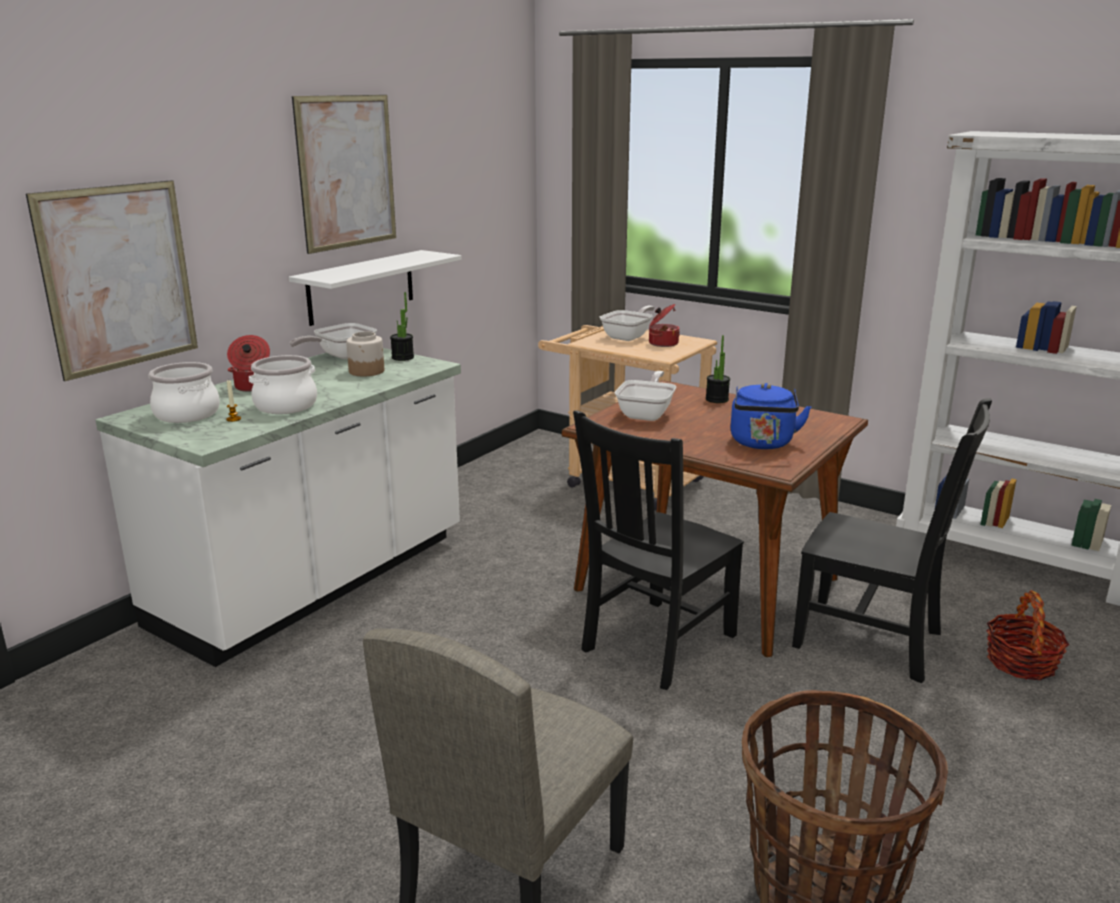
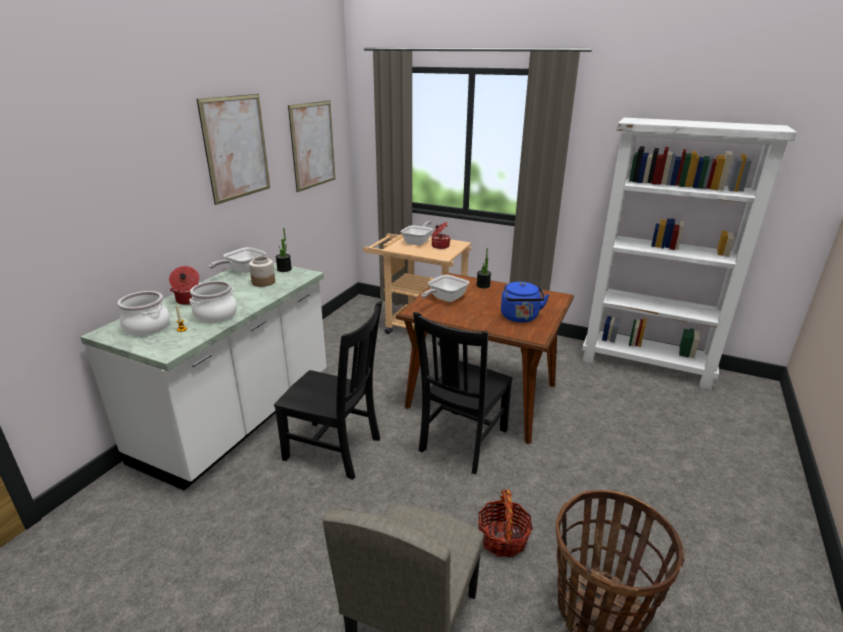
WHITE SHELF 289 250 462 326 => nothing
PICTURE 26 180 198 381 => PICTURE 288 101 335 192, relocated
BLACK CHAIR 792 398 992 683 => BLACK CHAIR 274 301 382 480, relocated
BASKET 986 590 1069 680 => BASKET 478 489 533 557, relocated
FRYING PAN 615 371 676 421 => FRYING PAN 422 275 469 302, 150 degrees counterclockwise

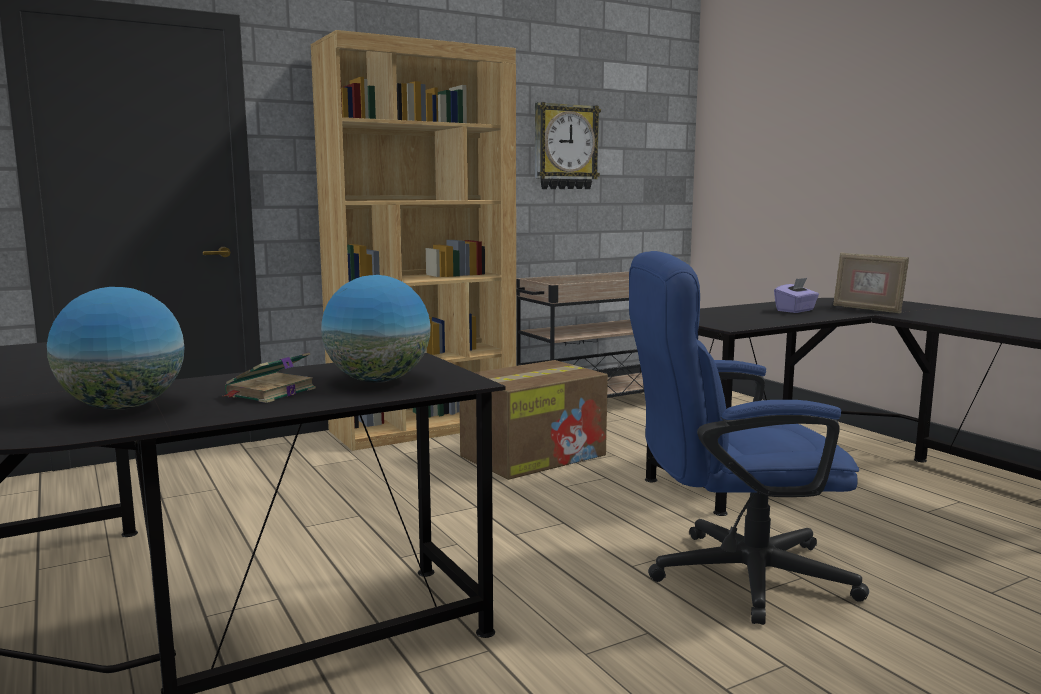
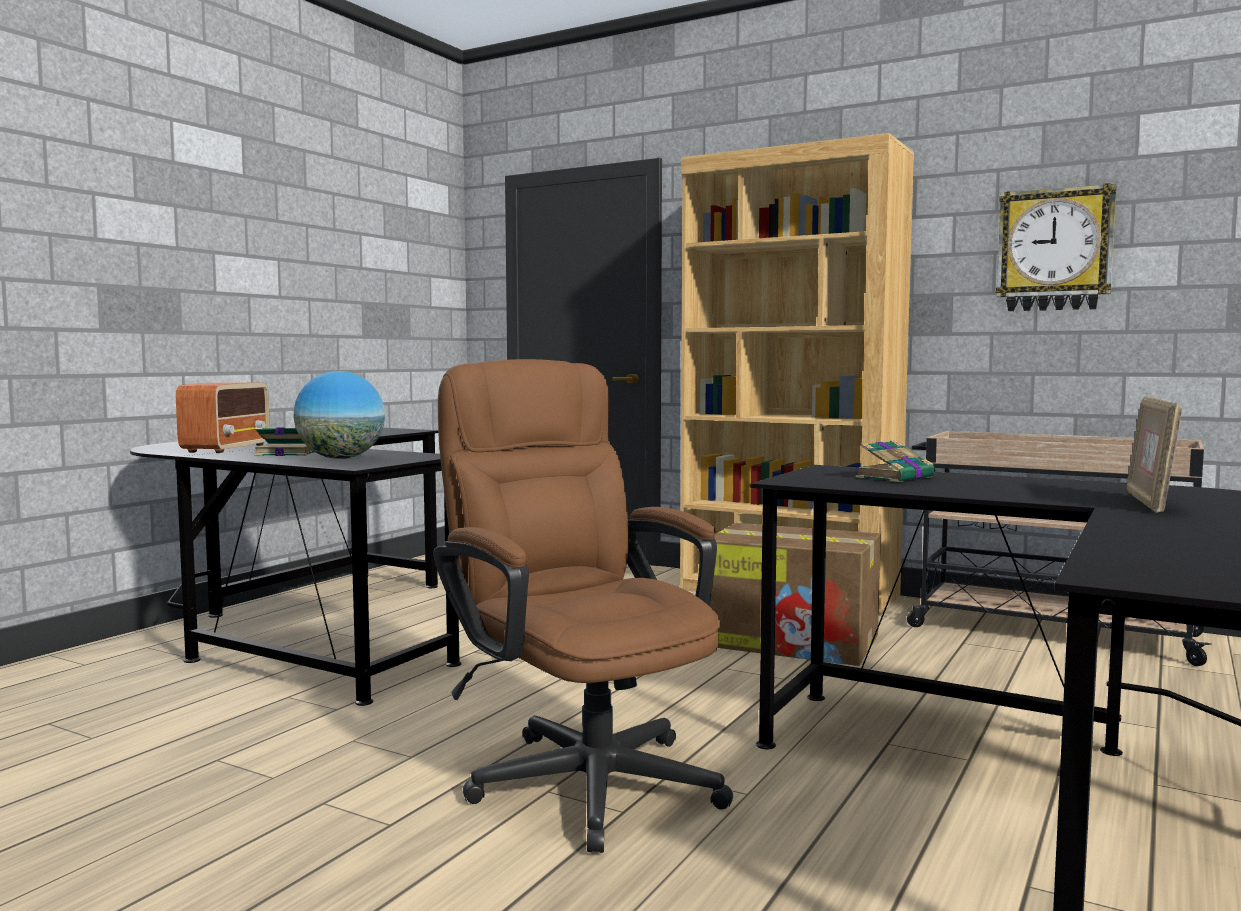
PURPLE TISSUE BOX 774 278 819 313 => nothing
nothing => BOOK 855 440 935 482
GLOBE 47 287 185 410 => RADIO 176 382 270 453
BLUE OFFICE CHAIR 629 251 869 625 => BROWN OFFICE CHAIR 434 359 733 853

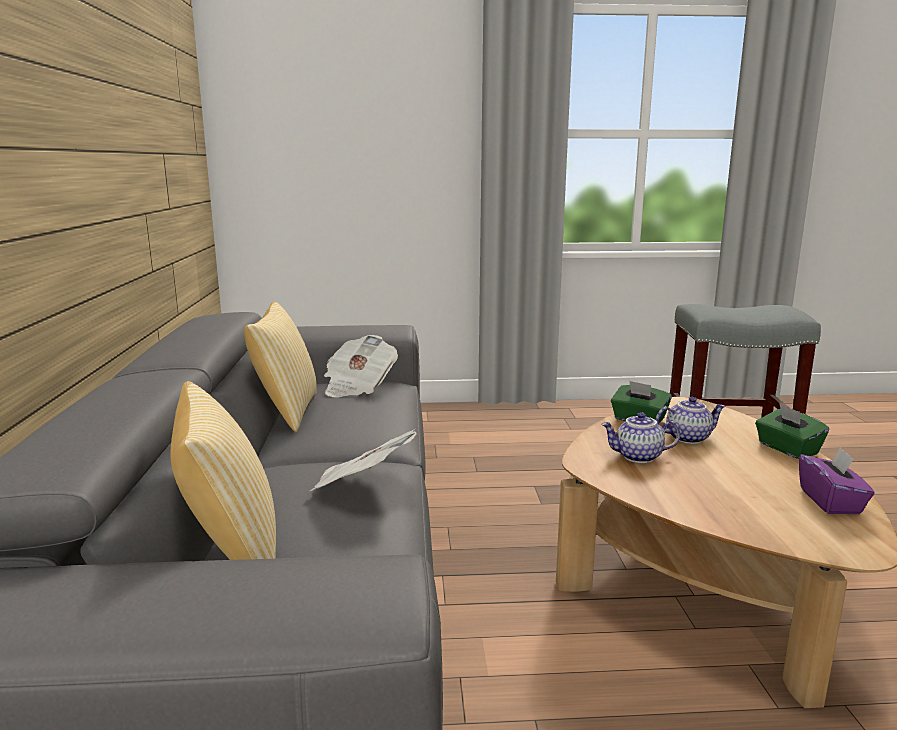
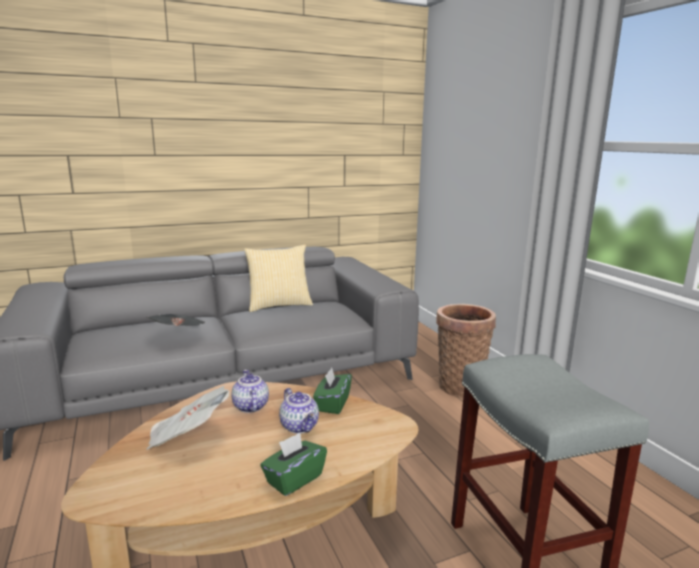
PILLOW 171 381 276 560 => nothing
PURPLE TISSUE BOX 799 447 875 514 => nothing
nothing => BASKET 436 304 496 398
NEWSPAPER 324 335 398 397 => NEWSPAPER 147 386 230 450, relocated

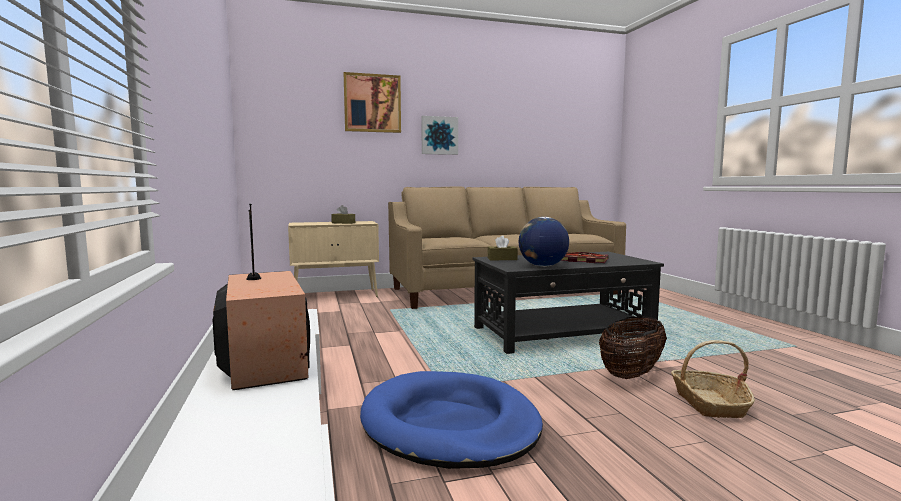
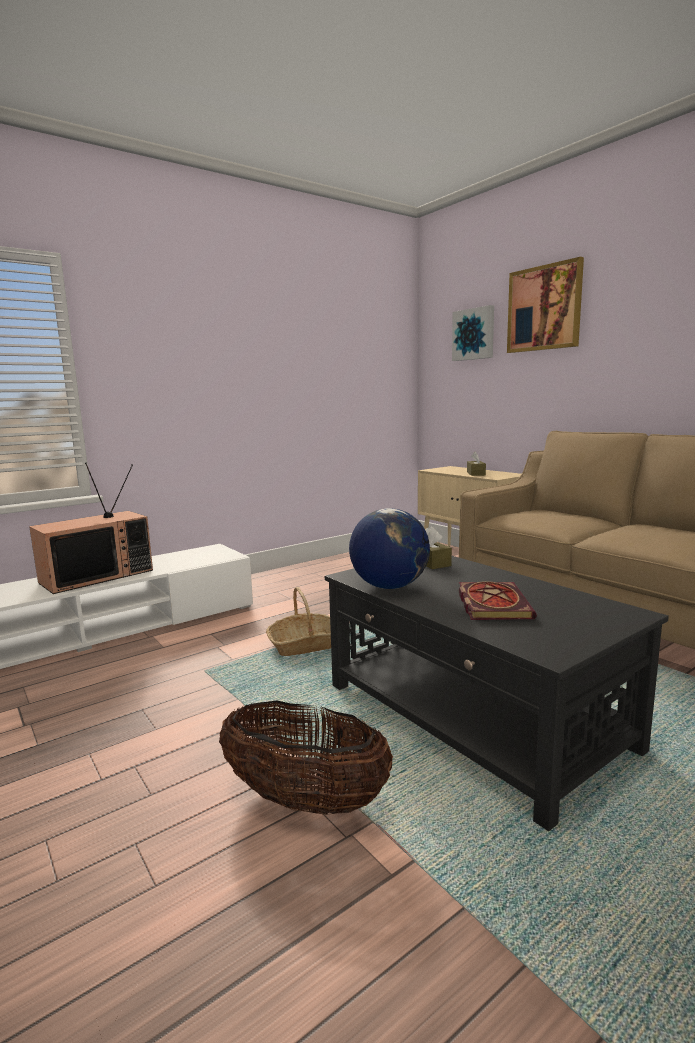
BLUE DOG BED 360 371 543 469 => nothing
PICTURE 421 116 458 155 => PICTURE 452 305 494 361, relocated
BASKET 671 340 755 418 => BASKET 266 587 331 656, relocated

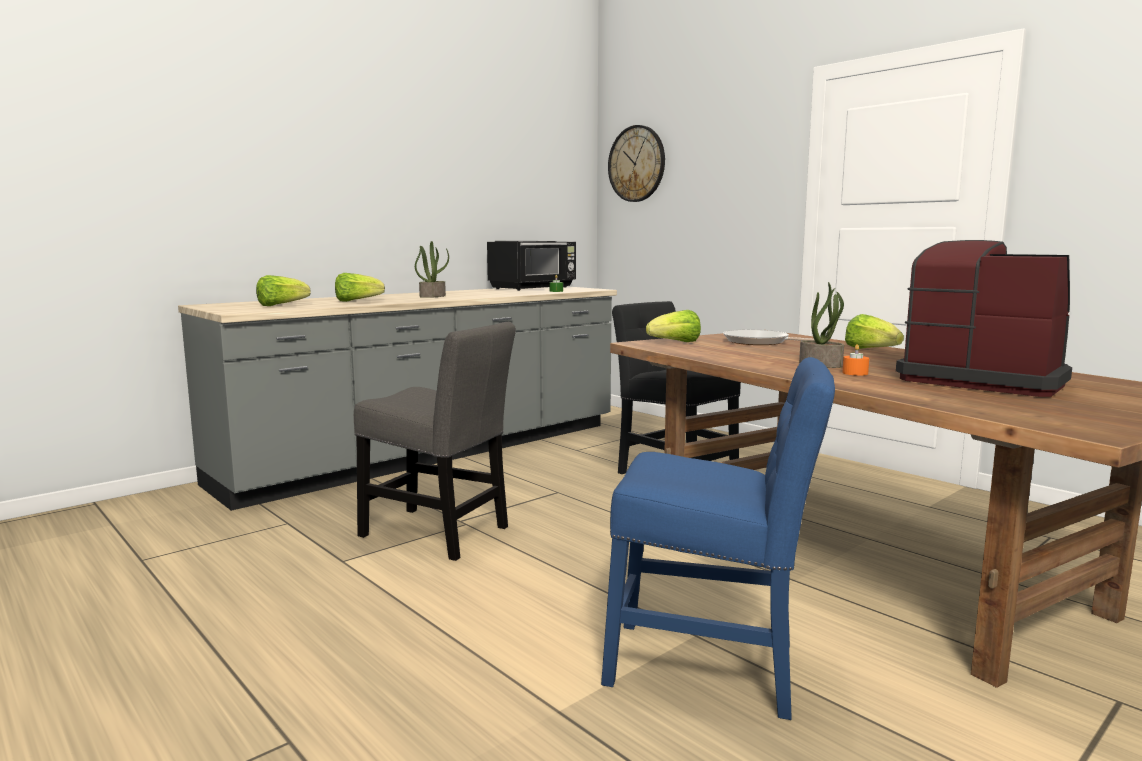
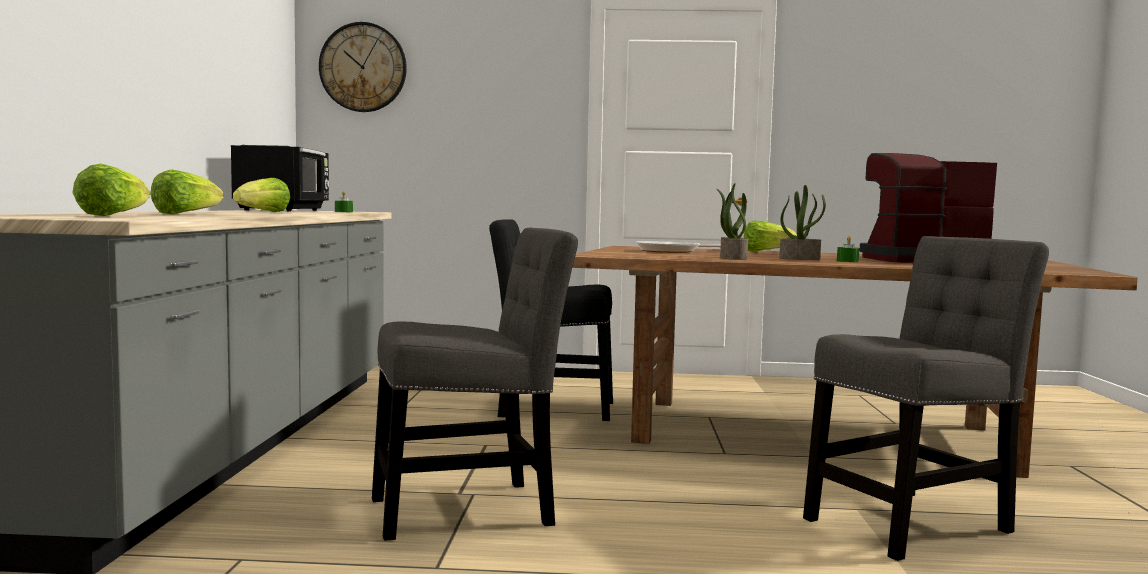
POTTED PLANT 415 241 449 298 => POTTED PLANT 717 183 748 260, relocated
LETTUCE 646 310 701 342 => LETTUCE 233 178 290 212, relocated
BLUE CHAIR 601 357 835 720 => GREY CHAIR 803 236 1049 561
ORANGE CANDLE 842 344 869 376 => GREEN CANDLE 837 236 859 262

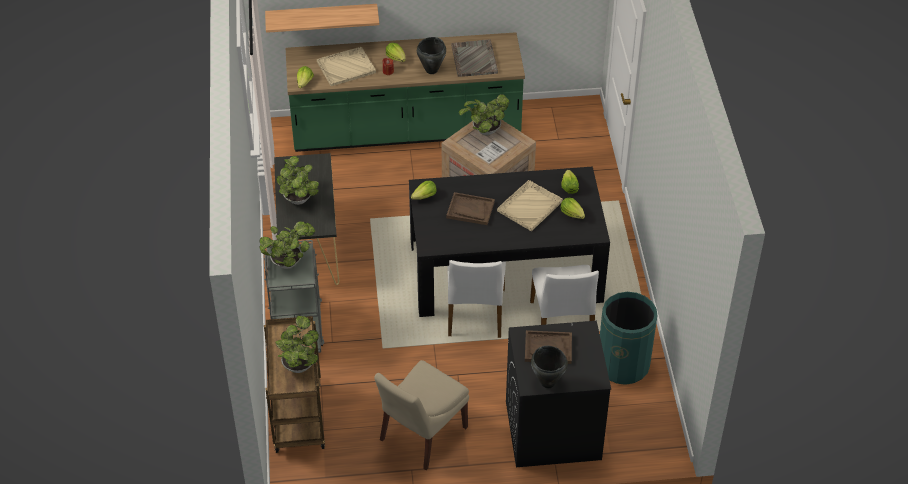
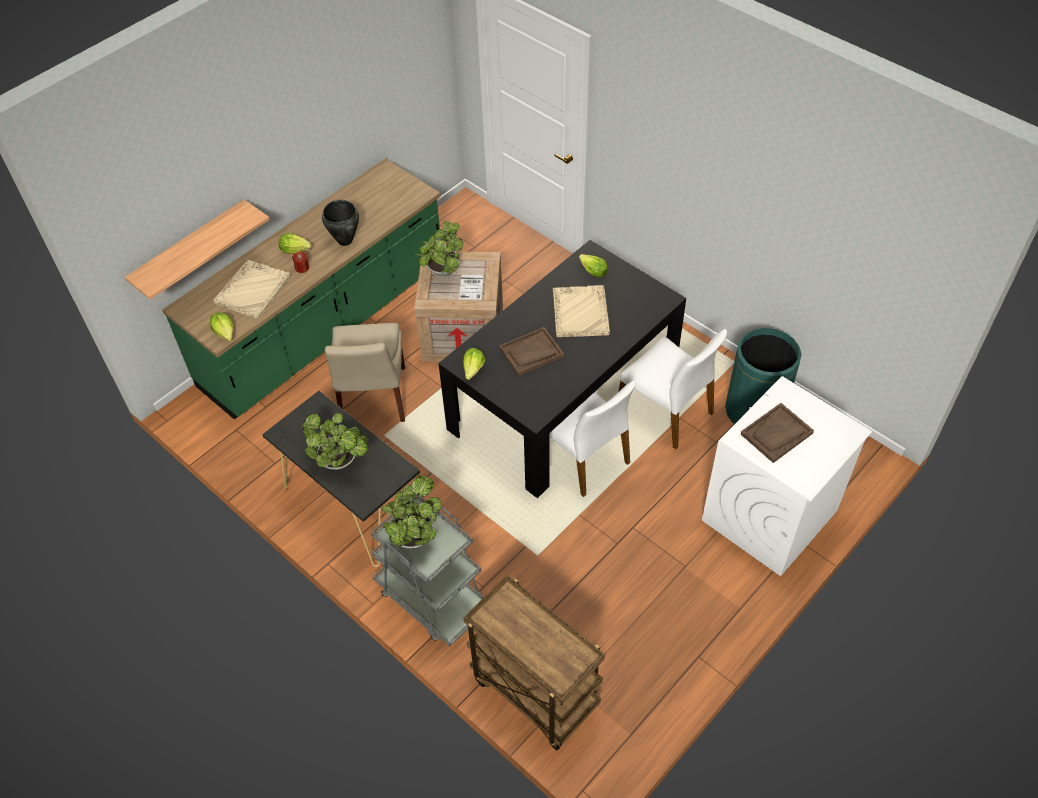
POTTED PLANT 275 316 319 373 => nothing
GREY TRAY 451 39 498 77 => nothing
BLACK COOKING POT 531 346 568 388 => nothing
LETTUCE 561 198 585 219 => nothing
BEIGE CHAIR 374 360 469 470 => BEIGE CHAIR 325 323 405 422, relocated
BLACK WASHING MACHINE 506 321 611 467 => WHITE WASHING MACHINE 702 376 872 576

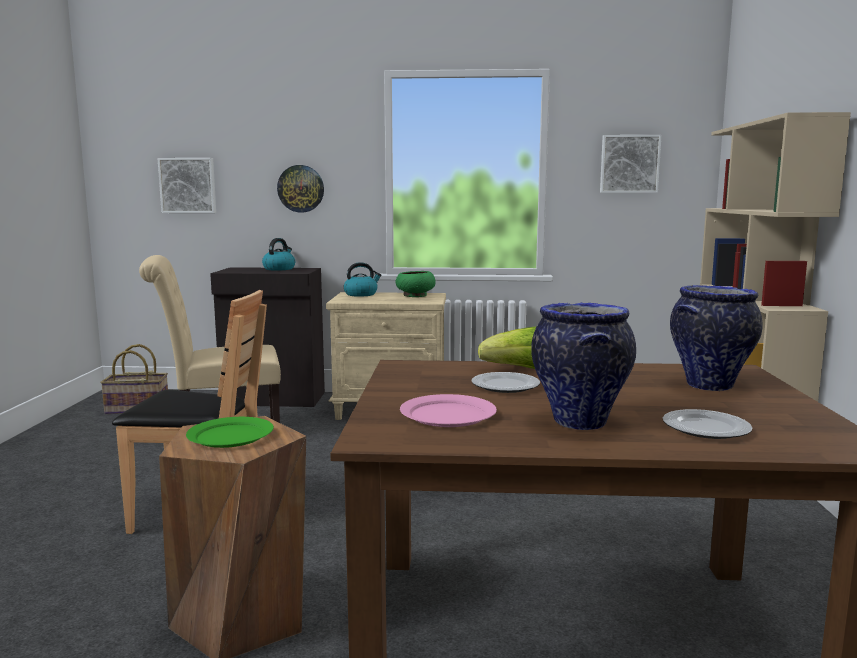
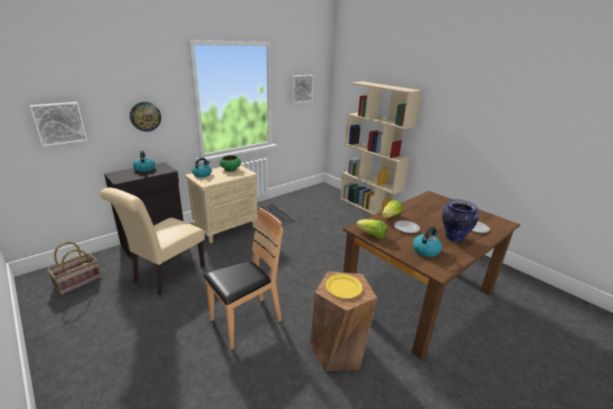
VASE 670 285 762 391 => nothing
nothing => LETTUCE 356 219 387 239
PINK PLATE 400 394 497 427 => KETTLE 413 226 442 257
GREEN PLATE 186 417 274 448 => YELLOW PLATE 326 274 363 298

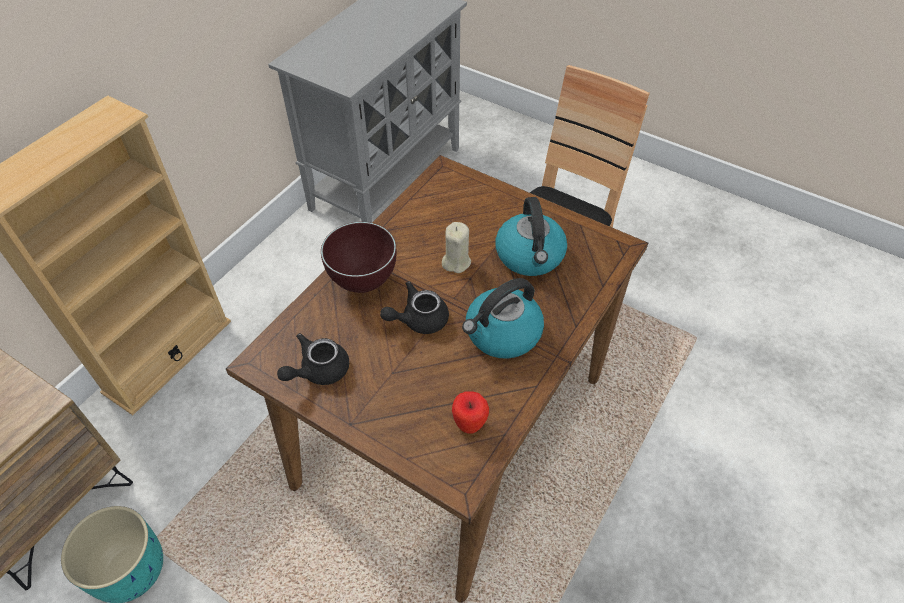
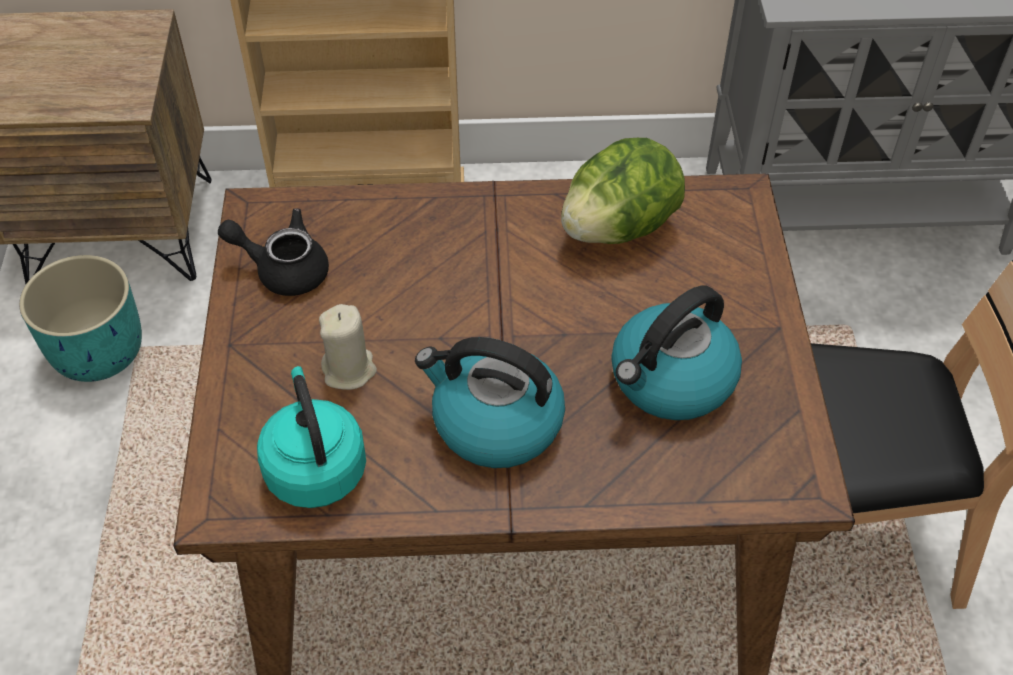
BROWN BOWL 321 222 397 293 => nothing
BLACK TEAPOT 380 281 449 334 => nothing
nothing => LETTUCE 561 138 685 244
BEIGE CANDLE 442 222 471 273 => BEIGE CANDLE 319 304 377 390, relocated
APPLE 452 391 489 434 => TURQUOISE KETTLE 257 366 366 508

